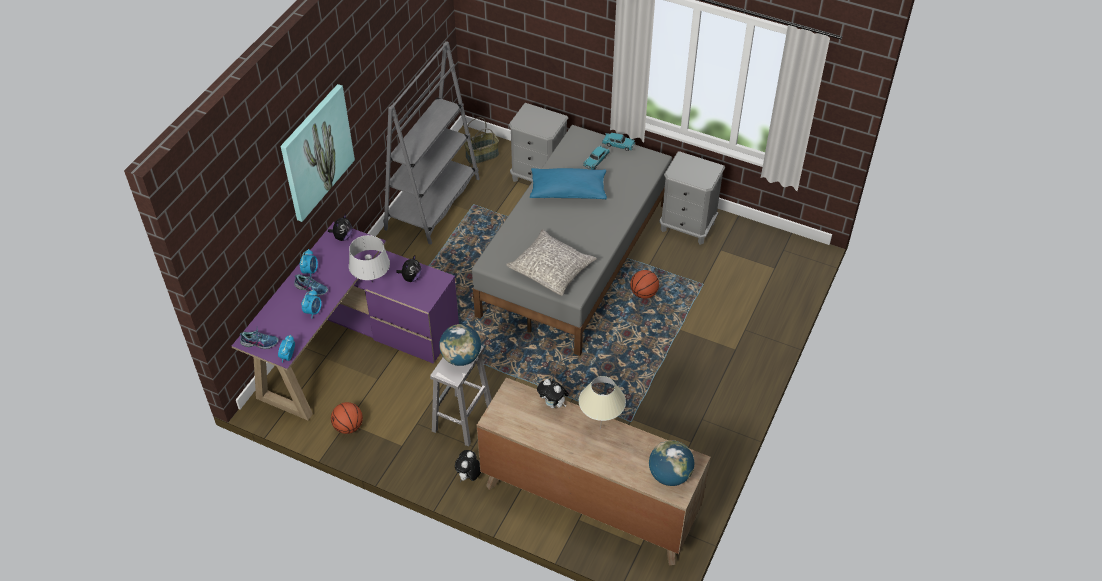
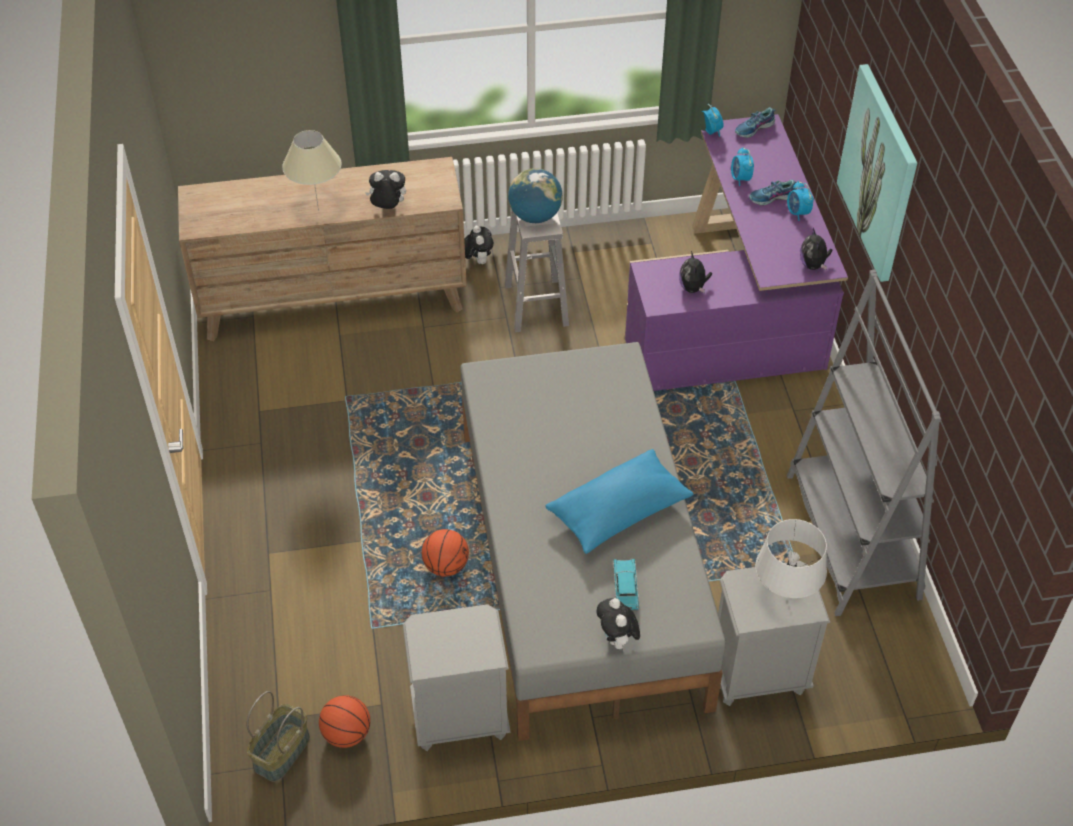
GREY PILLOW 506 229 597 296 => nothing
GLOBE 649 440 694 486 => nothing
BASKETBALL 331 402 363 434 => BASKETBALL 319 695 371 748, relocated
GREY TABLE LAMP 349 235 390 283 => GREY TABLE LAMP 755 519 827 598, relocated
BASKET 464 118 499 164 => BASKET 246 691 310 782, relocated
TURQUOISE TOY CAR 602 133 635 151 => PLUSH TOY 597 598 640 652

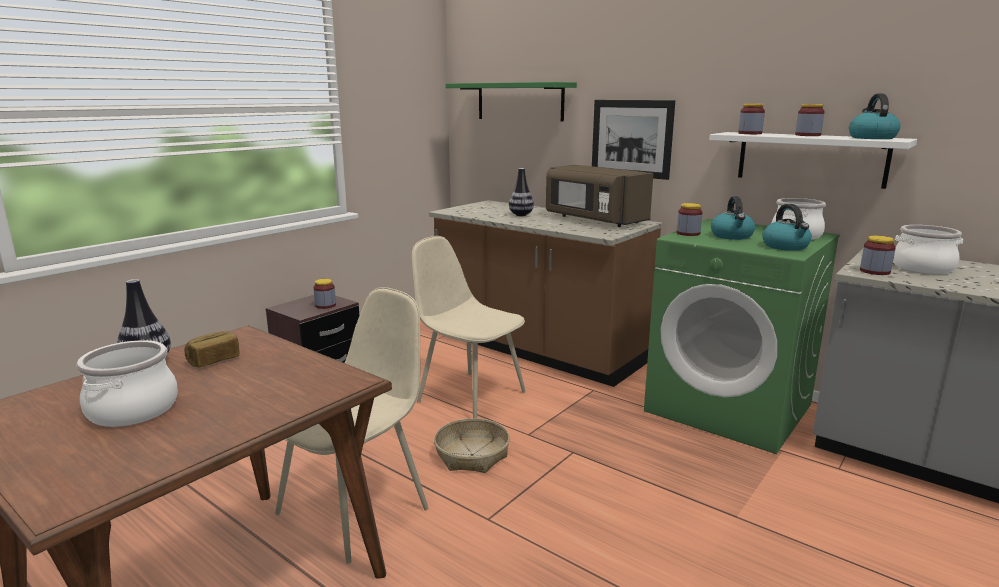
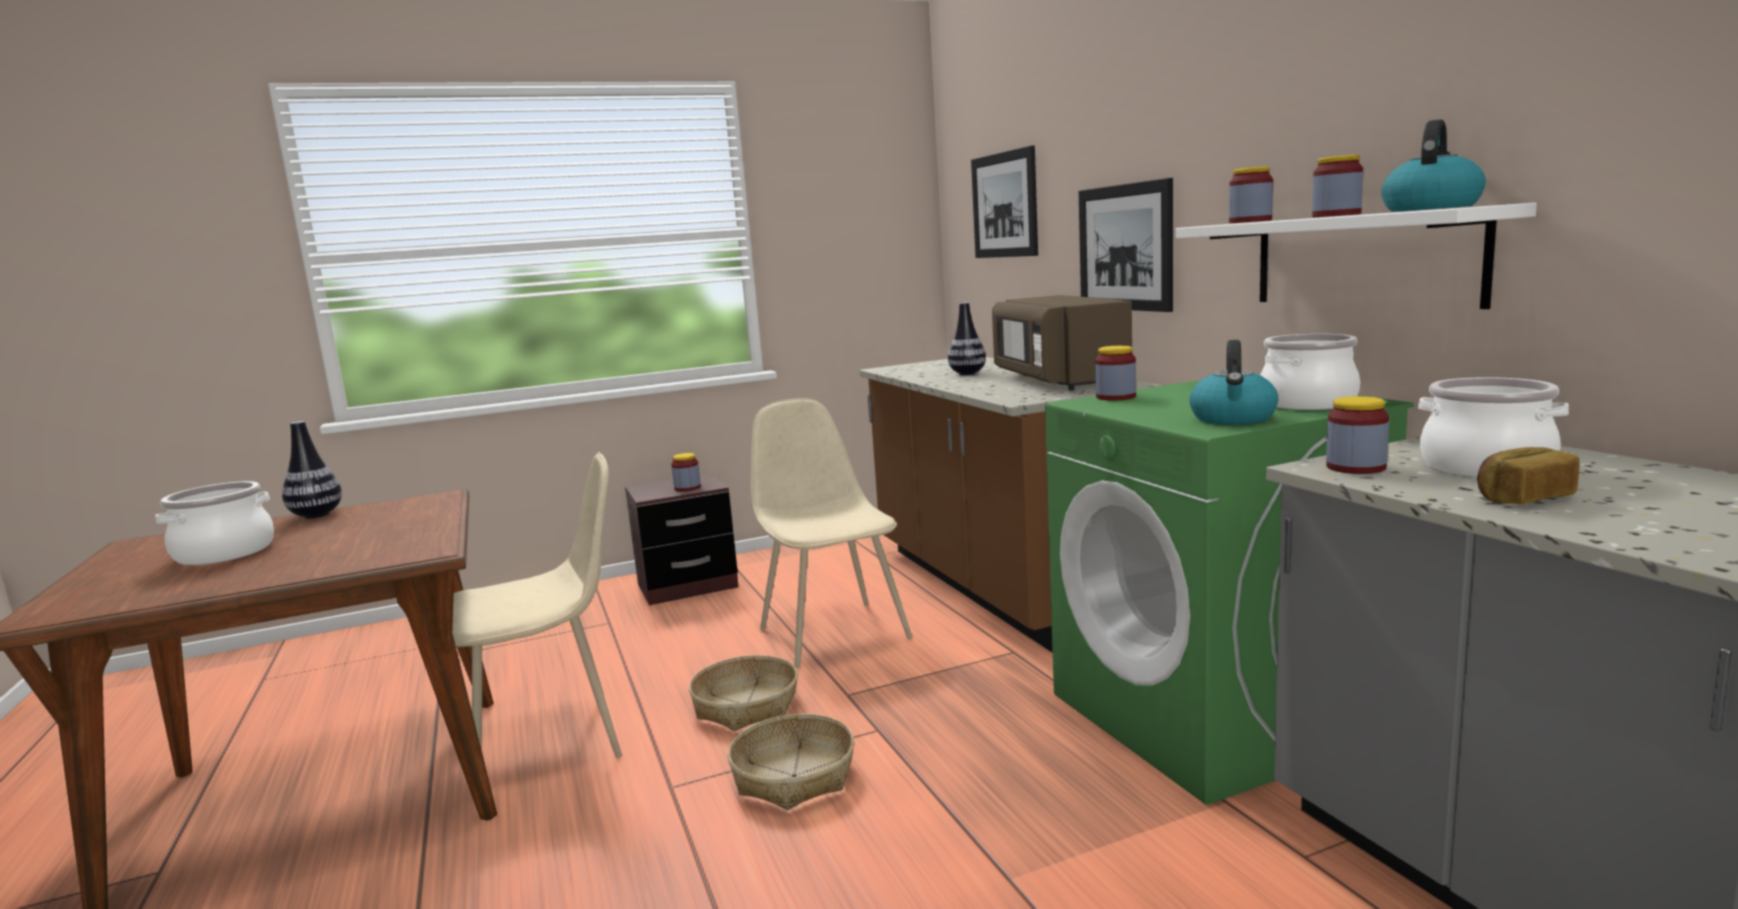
KETTLE 711 196 755 240 => nothing
nothing => BASKET 728 714 854 810
BREAD 184 331 240 367 => BREAD 1477 447 1580 504, relocated
GREEN SHELF 446 82 577 122 => PICTURE 971 145 1038 258

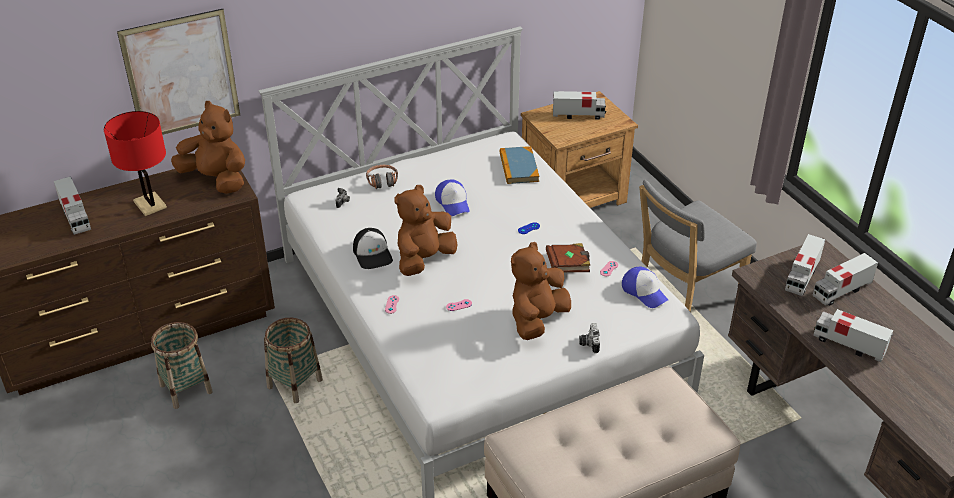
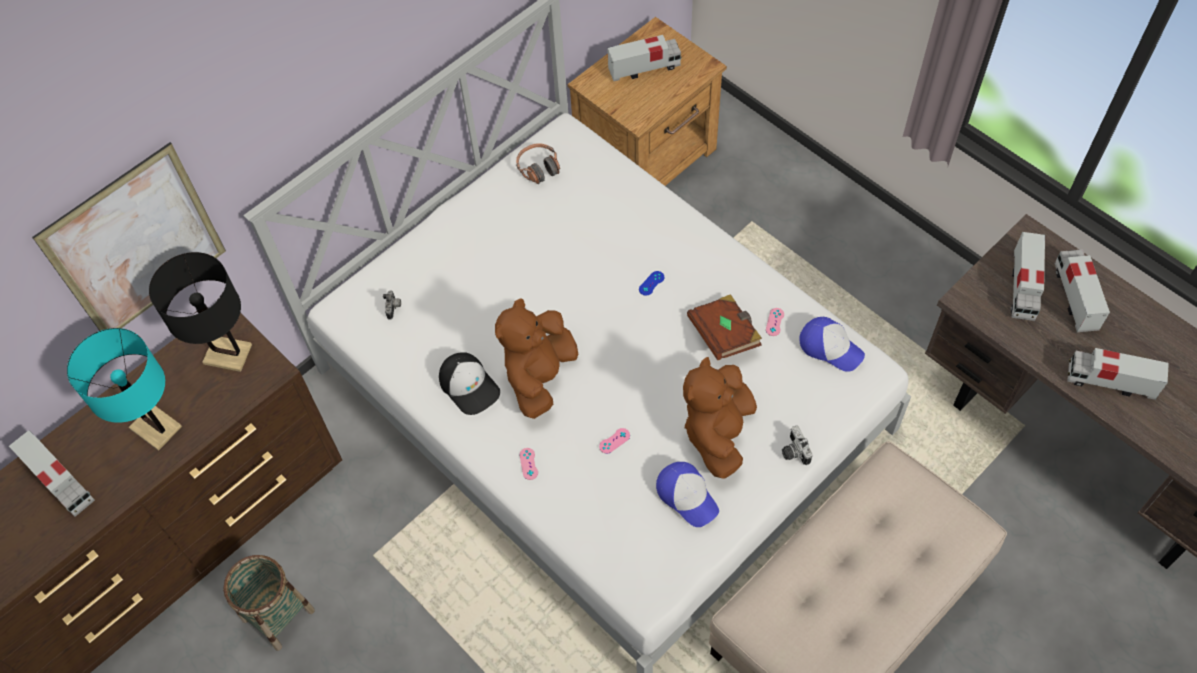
BASKET 264 318 323 403 => nothing
BOOK 499 146 539 184 => nothing
GREY CHAIR 639 180 757 312 => nothing
HEADPHONES 366 165 398 189 => HEADPHONES 516 143 560 184, relocated
CAP 435 179 470 216 => CAP 656 462 719 527, relocated
BROWN PLUSH TOY 171 101 245 194 => BLACK TABLE LAMP 149 252 252 372
RED TABLE LAMP 104 111 167 216 => TURQUOISE TABLE LAMP 67 328 182 451
TOY TRUCK 813 253 878 306 => TOY TRUCK 1055 249 1110 332, 135 degrees clockwise

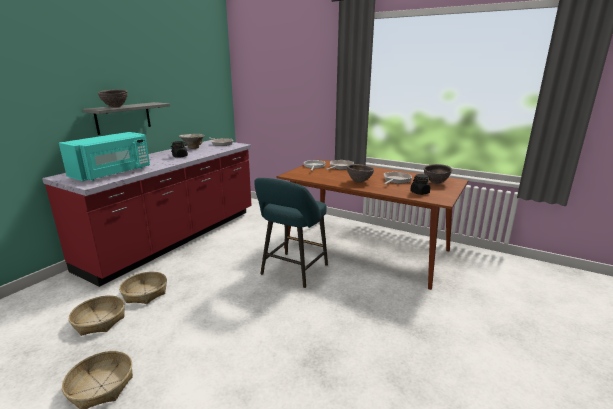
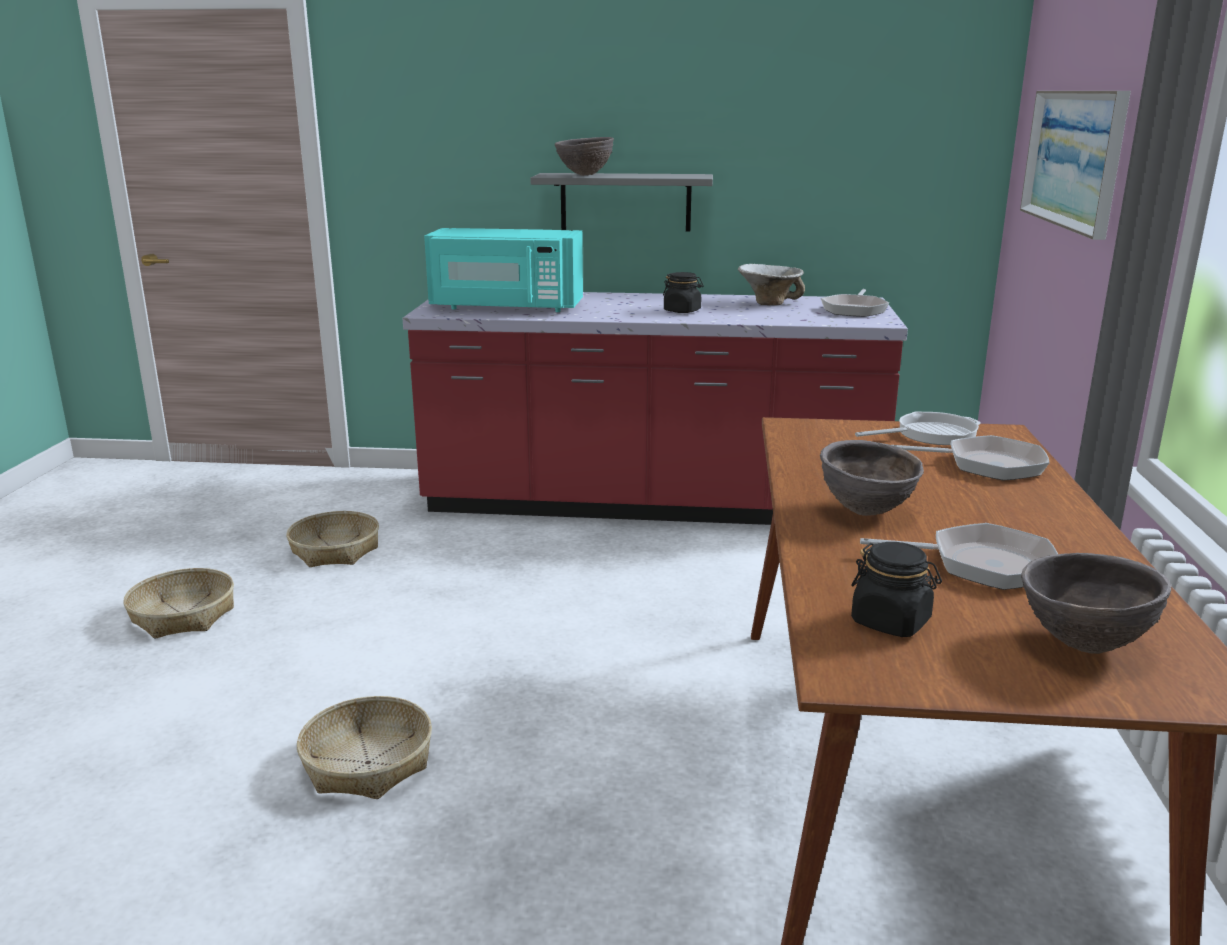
TURQUOISE STOOL 254 178 328 288 => nothing
nothing => PICTURE 1020 91 1131 240
BASKET 119 272 167 304 => BASKET 297 696 432 799, relocated

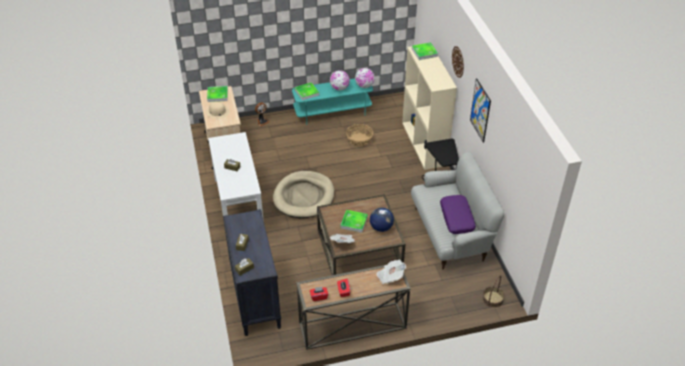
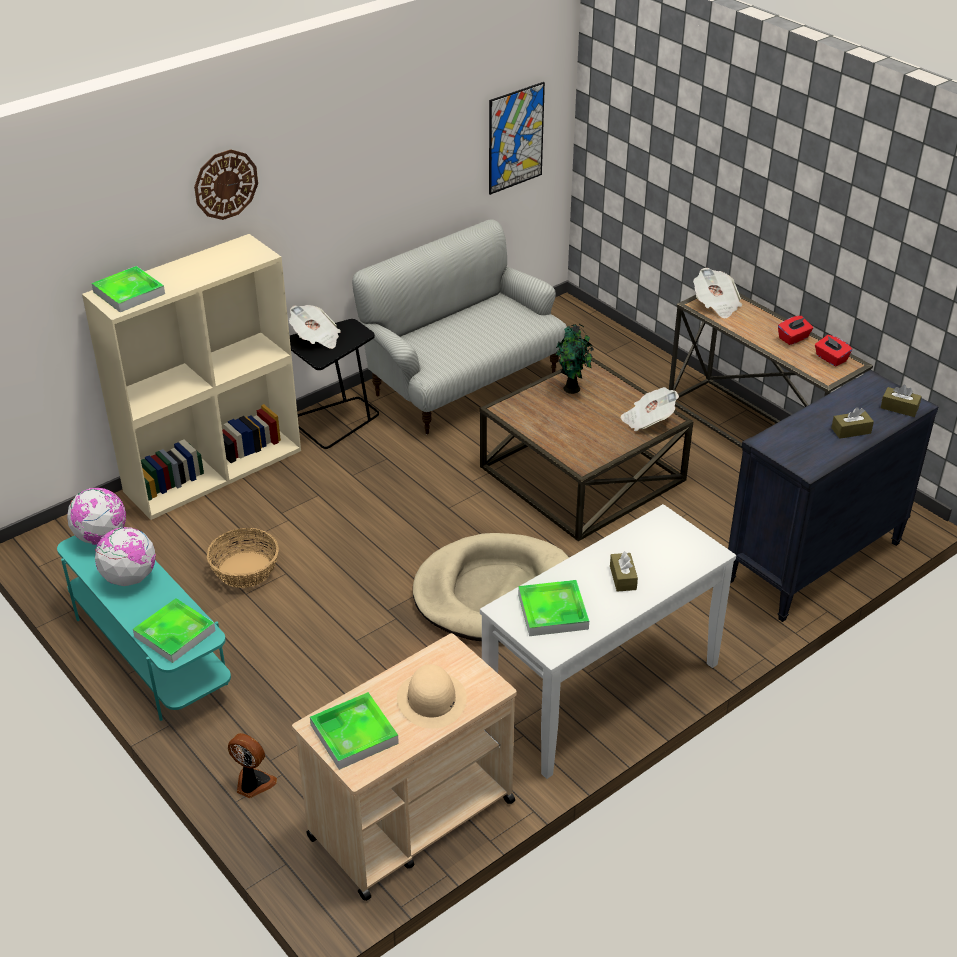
PURPLE PILLOW 440 195 476 234 => nothing
BASKET 482 275 505 308 => nothing
nothing => NEWSPAPER 289 305 341 349
TRAY 340 210 368 233 => TRAY 518 580 589 636, relocated
PICTURE 470 78 491 143 => PICTURE 489 82 545 195, relocated
GLOBE 370 207 394 232 => POTTED PLANT 555 324 594 394

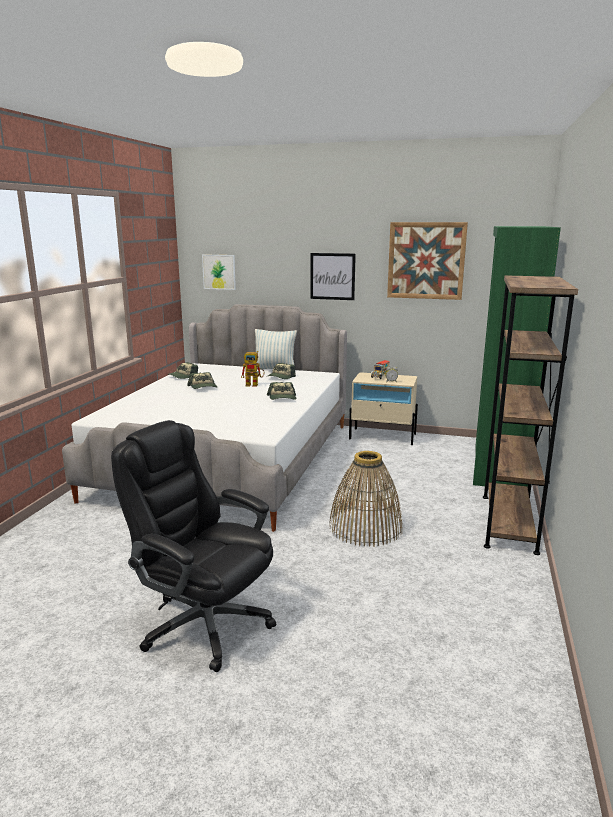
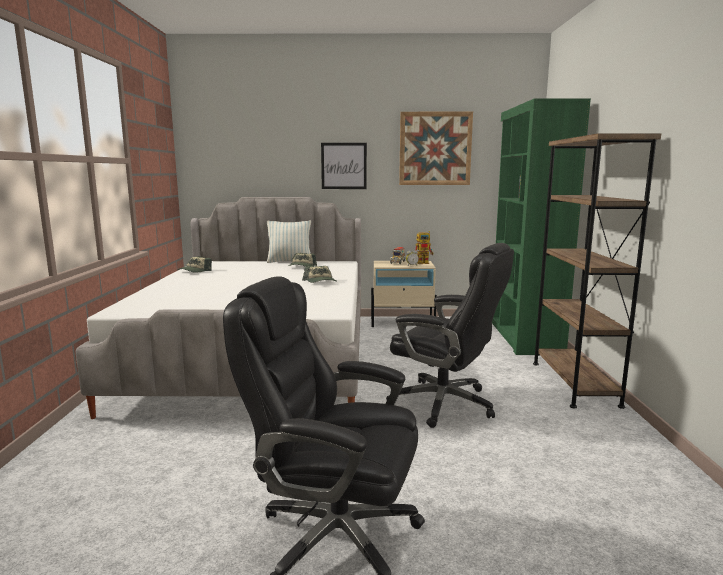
CAP 187 372 217 389 => nothing
PICTURE 202 254 236 290 => nothing
TOY ROBOT 241 351 265 386 => TOY ROBOT 415 231 433 264, relocated
BASKET 329 451 403 547 => BLACK OFFICE CHAIR 386 243 514 428

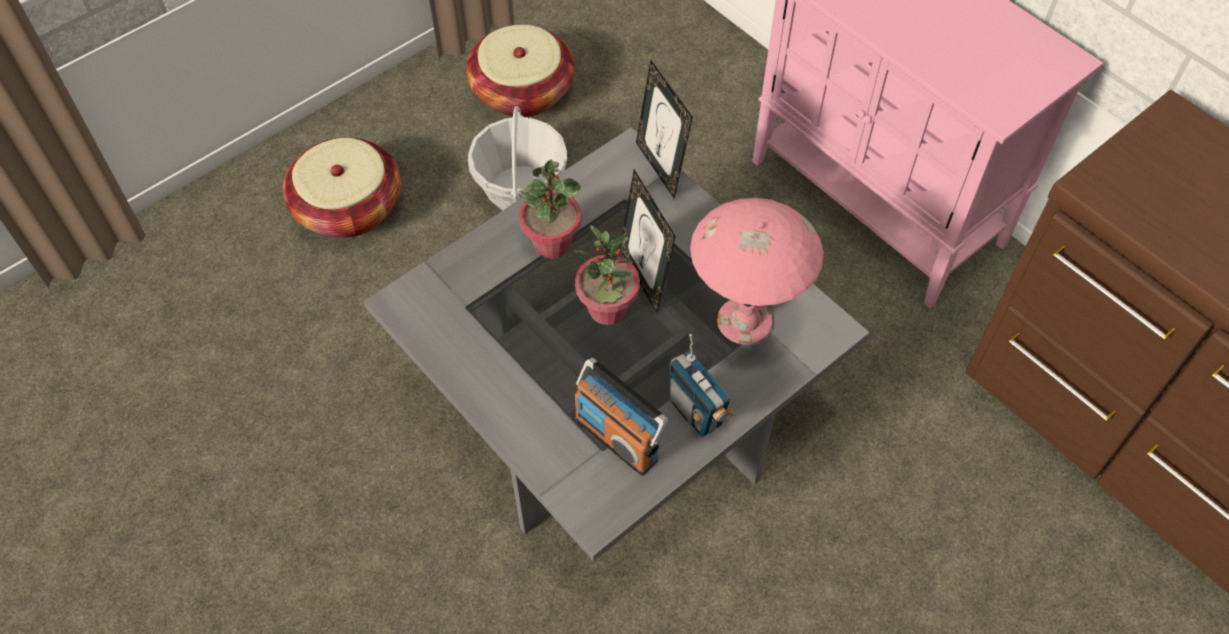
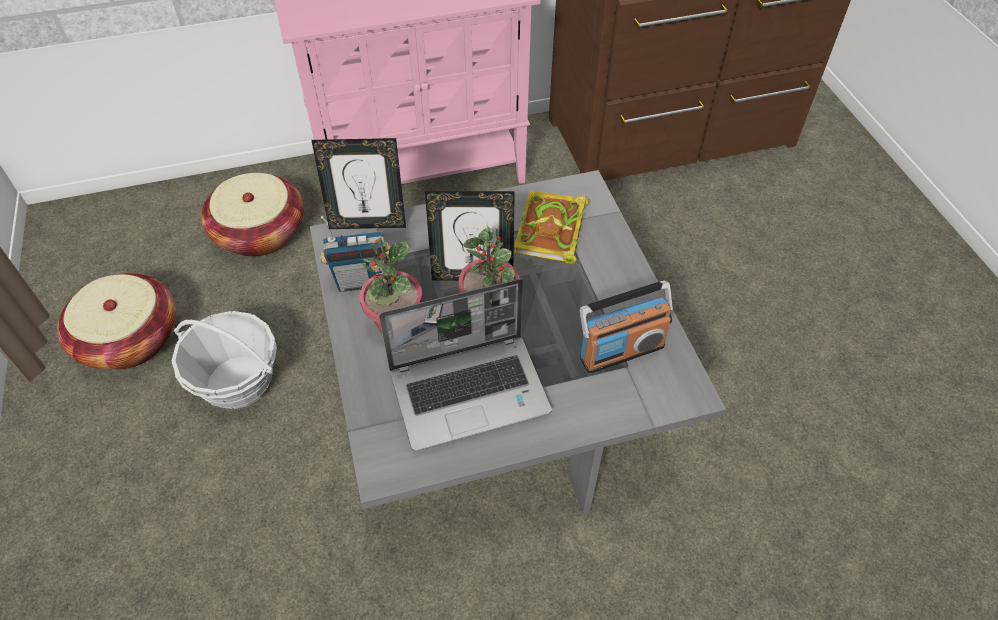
nothing => LAPTOP 379 278 552 451
BASKET 283 137 401 238 => BASKET 201 173 304 257, relocated
RADIO 669 334 735 437 => RADIO 320 216 390 292, relocated
PINK TABLE LAMP 690 198 823 345 => BOOK 514 191 589 264

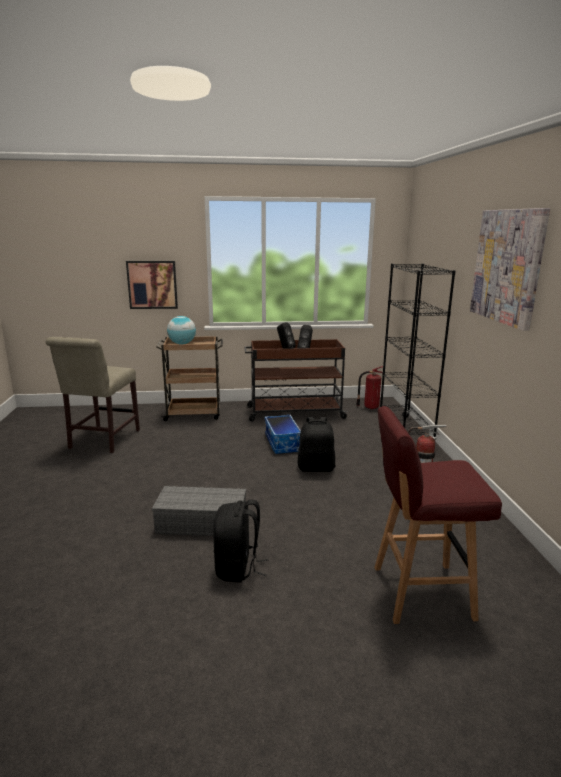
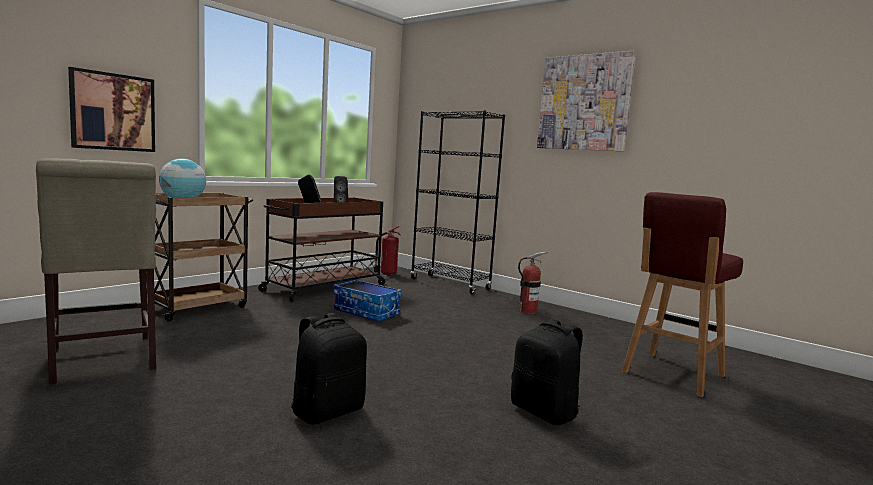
GREY STORAGE BOX 152 486 246 536 => nothing
BLACK BACKPACK 297 417 335 472 => BLACK BACKPACK 291 313 367 424, relocated

